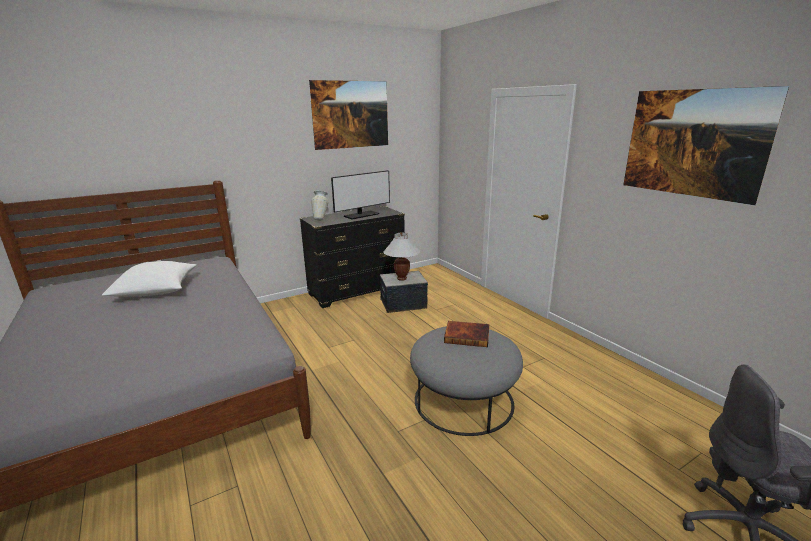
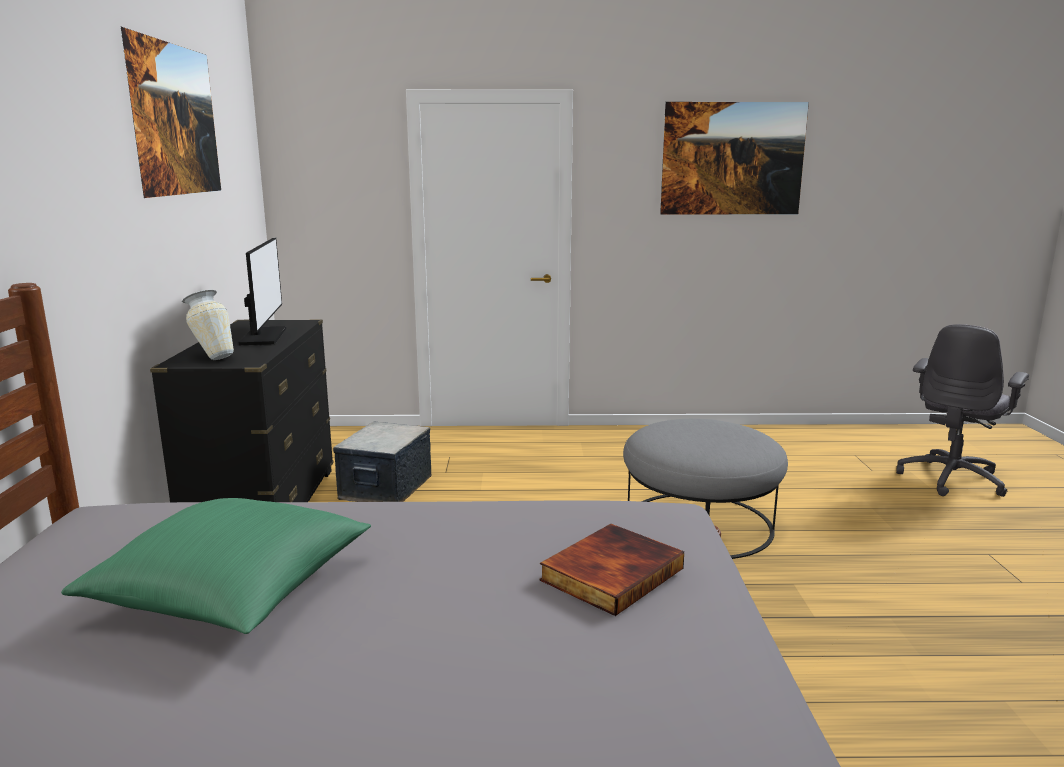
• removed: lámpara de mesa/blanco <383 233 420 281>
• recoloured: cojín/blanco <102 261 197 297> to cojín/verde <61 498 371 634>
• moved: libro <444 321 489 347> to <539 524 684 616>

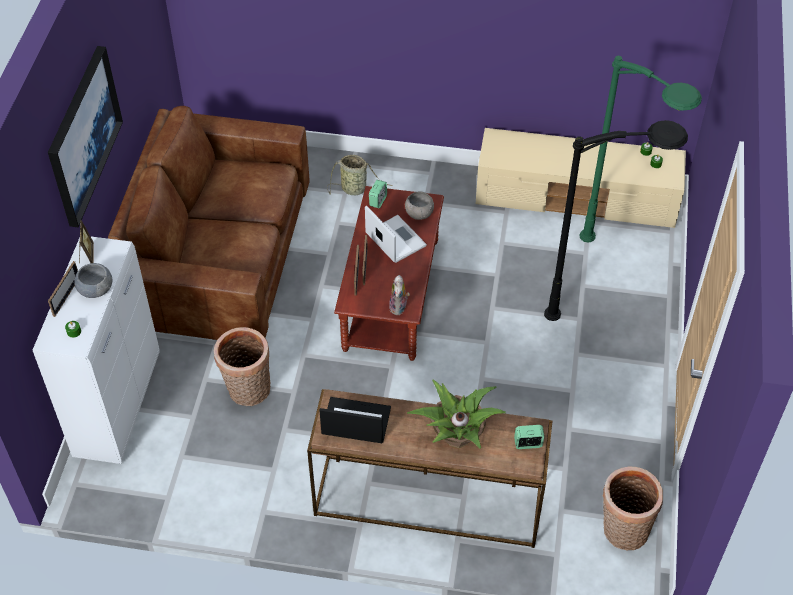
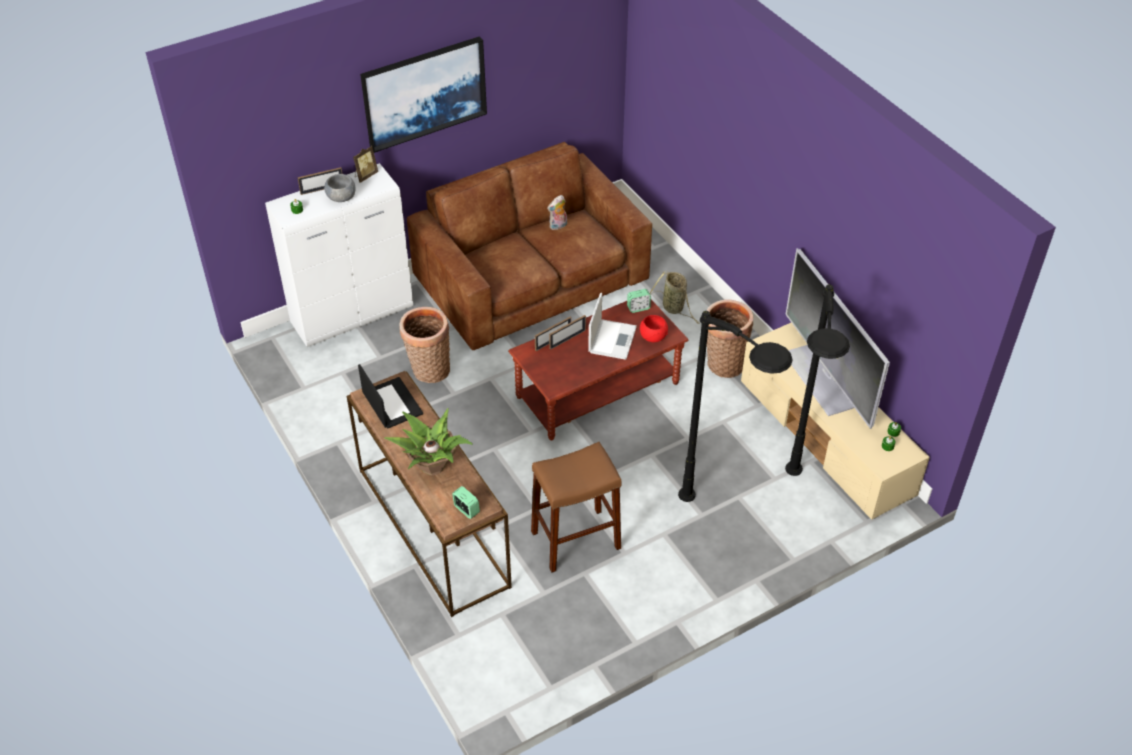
• recoloured: lámpara de pie/verde <579 56 702 242> to lámpara de pie/negro <785 285 850 476>
• recoloured: cuenco/gris <405 192 434 220> to cuenco/rojo <640 315 668 342>
• moved: peluche <389 275 410 315> to <547 195 567 230>
• moved: cesta <603 467 663 550> to <706 299 754 378>
• added: televisor <785 248 890 429>
• added: taburete/marrón <531 442 622 573>

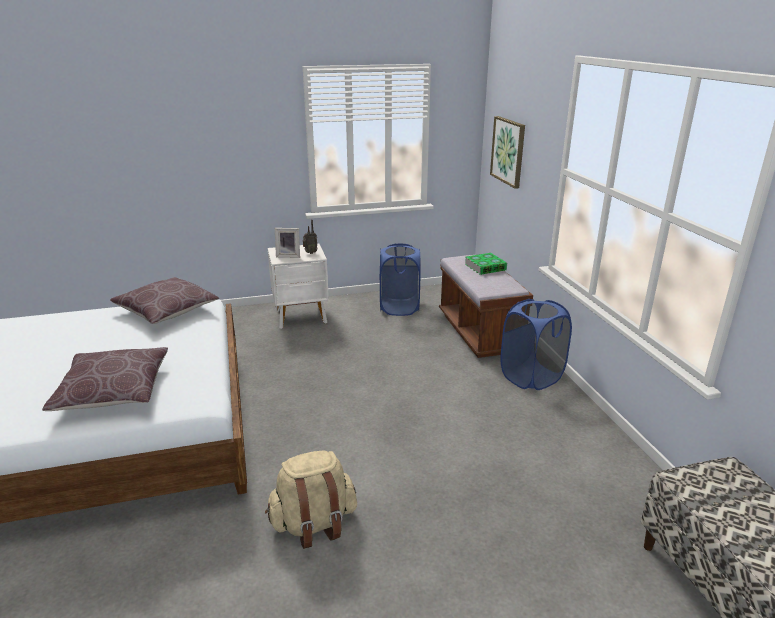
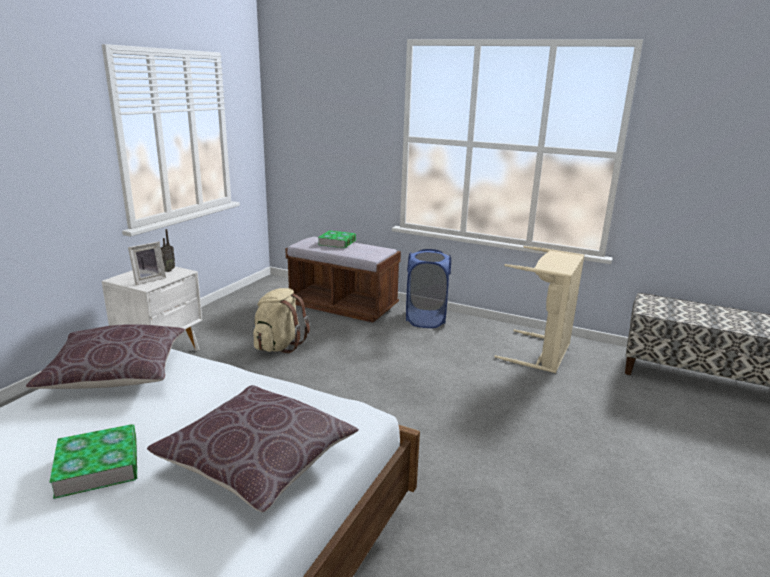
• removed: cuadro <490 116 525 189>
• removed: cesto de la ropa/azul <380 244 420 316>
• moved: mochila/beis <265 451 357 549> to <253 288 310 353>
• added: cesto de la ropa/beis <494 246 584 373>
• added: libro <49 424 137 499>

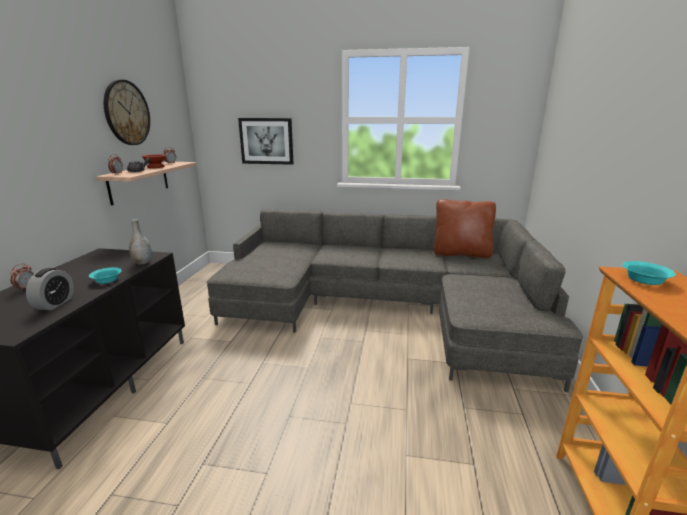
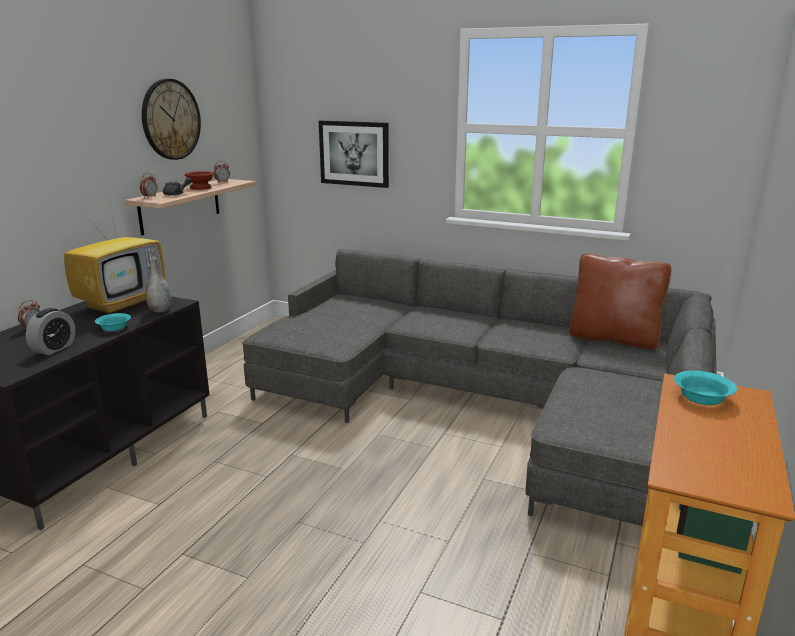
• added: televisor <64 202 165 314>

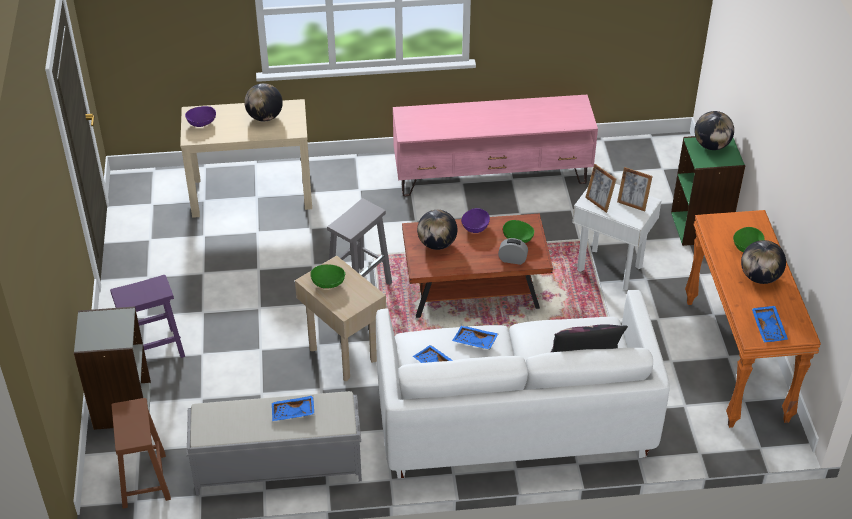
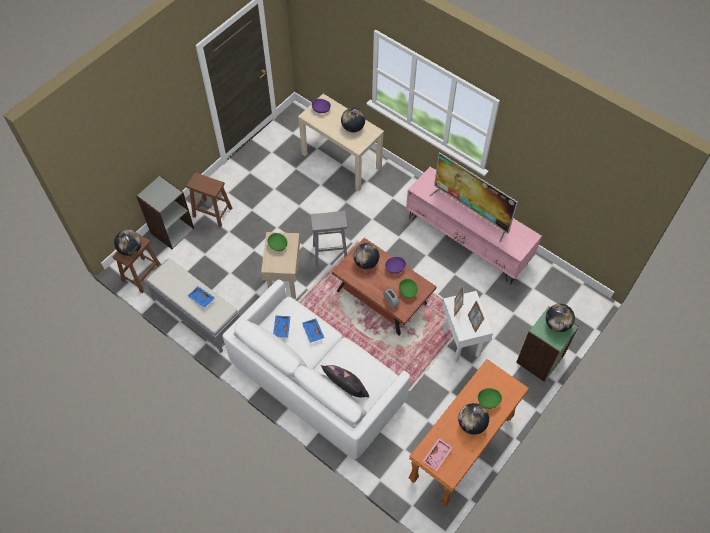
• recoloured: taburete/morado <110 275 185 358> to taburete/marrón <186 172 232 227>
• recoloured: bandeja/azul <751 306 788 342> to bandeja/rosa <423 438 453 471>
• added: televisor <429 152 518 243>
• added: globo terráqueo <114 230 141 256>

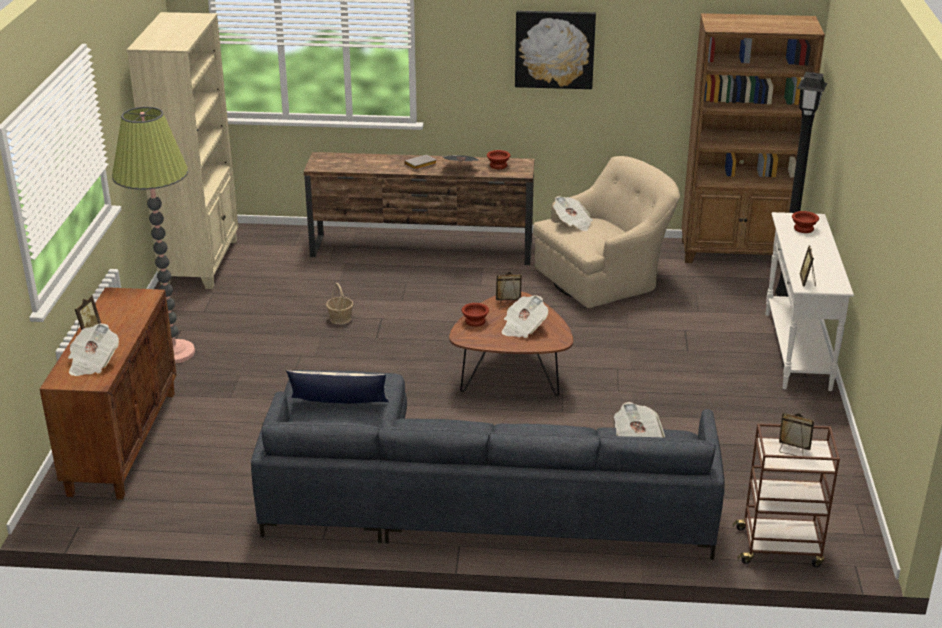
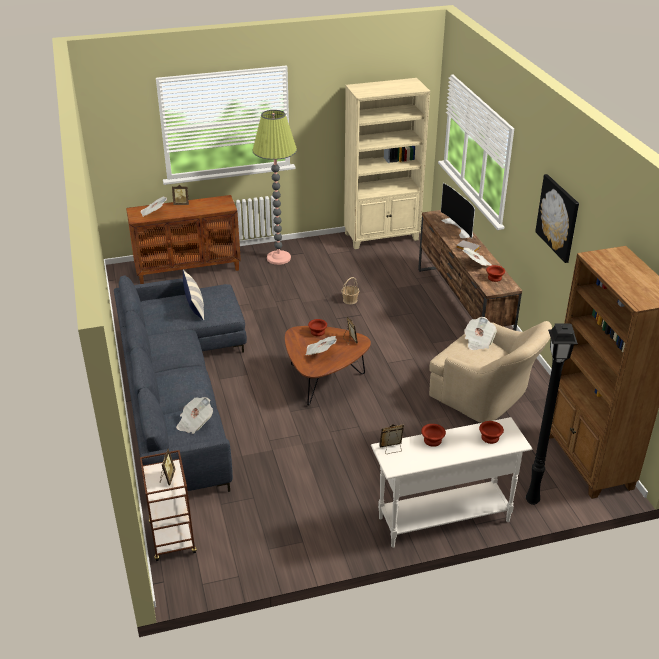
• added: televisor <441 183 475 239>
• added: cuenco/marrón <421 424 446 447>

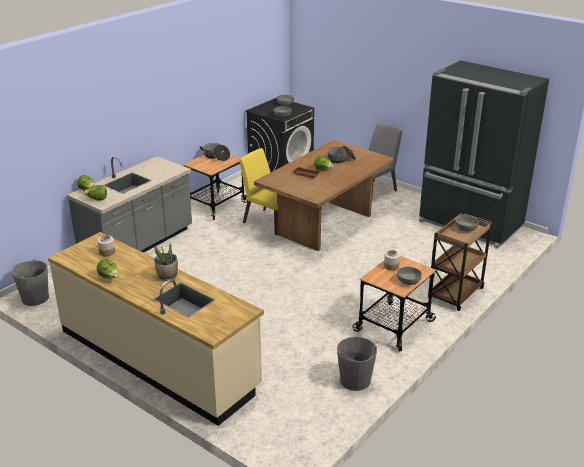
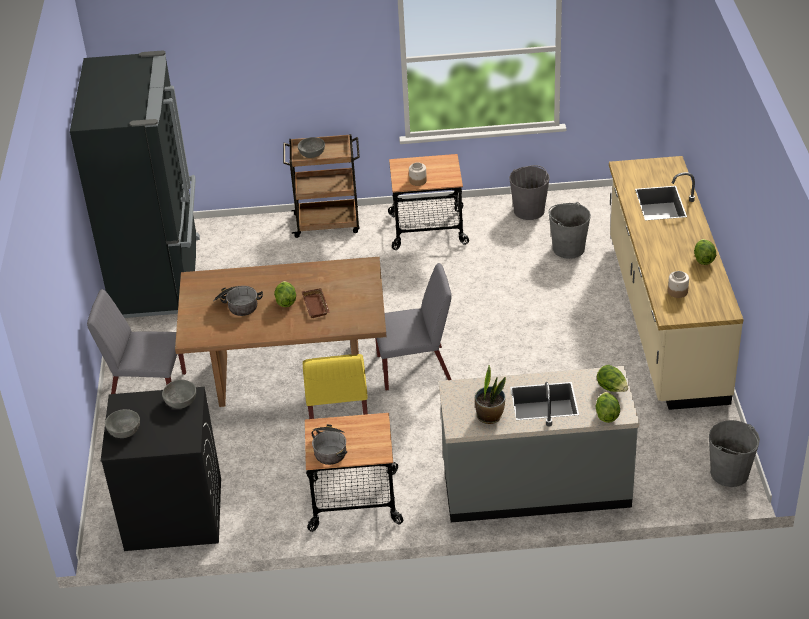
• moved: planta en maceta <154 243 178 281> to <475 365 506 424>
• removed: cuenco/gris <397 267 422 285>
• added: cubo/gris <548 202 591 259>
• added: silla/gris <375 263 452 391>

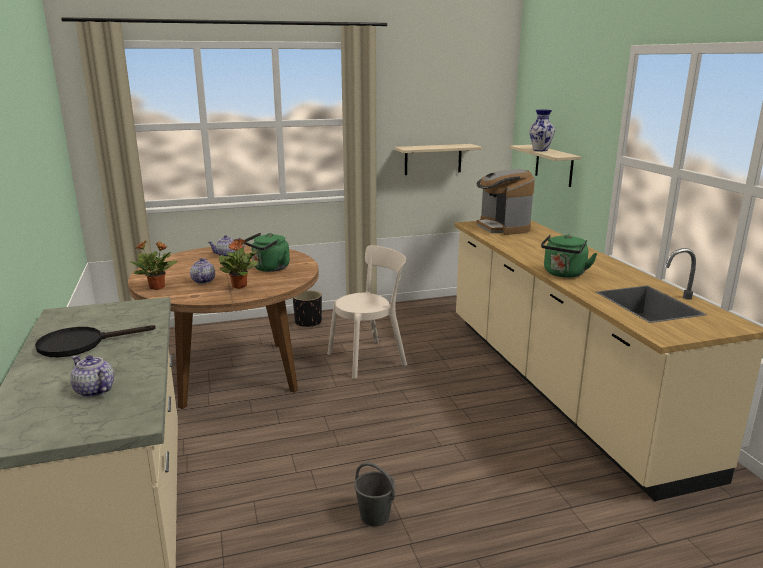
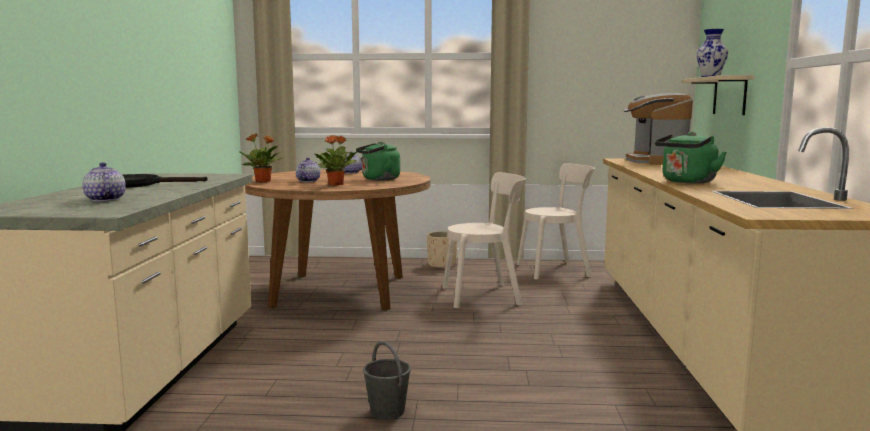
• removed: estante/beis <395 144 482 175>
• recoloured: maceta/negro <293 290 322 327> to maceta/beis <427 231 457 269>
• added: silla/beis <517 163 595 280>

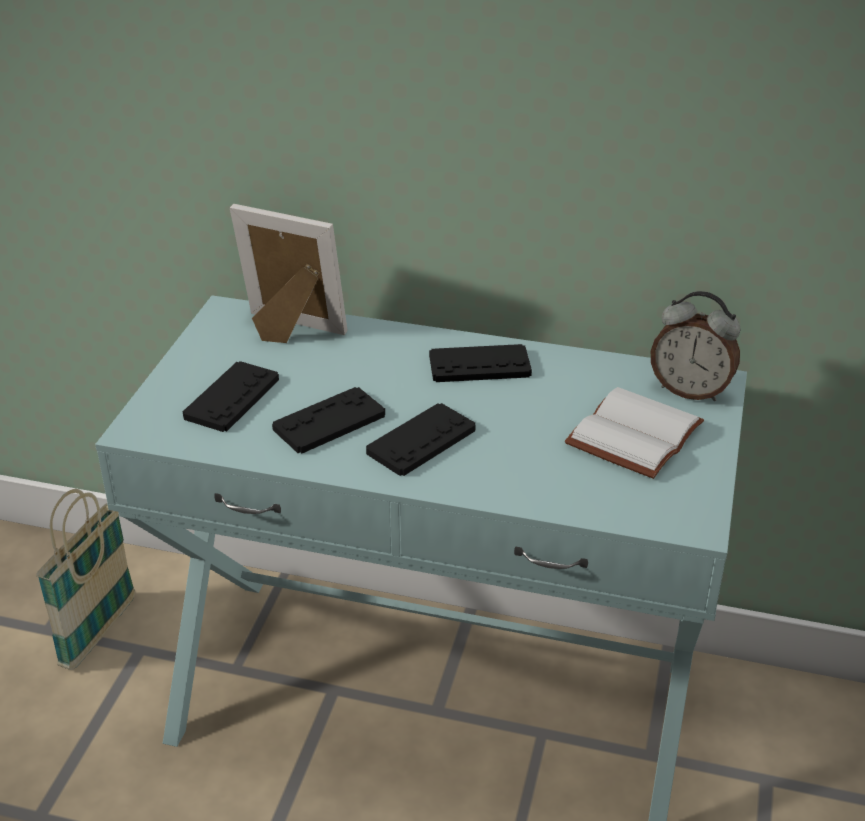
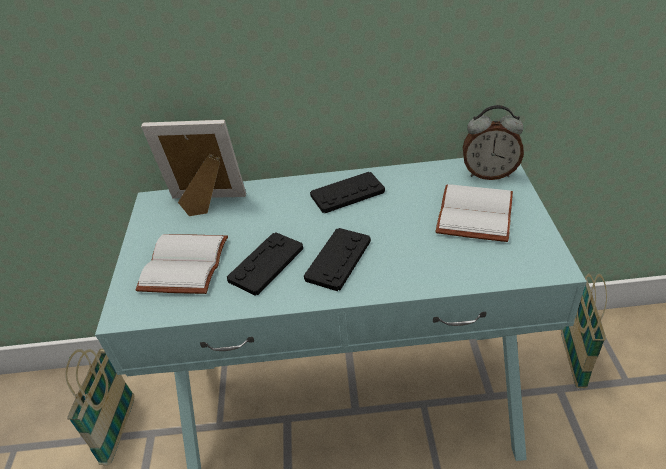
• replaced: mando de consola/negro <183 361 279 432> to libro/blanco <136 234 228 294>
• added: cesta <561 274 607 388>

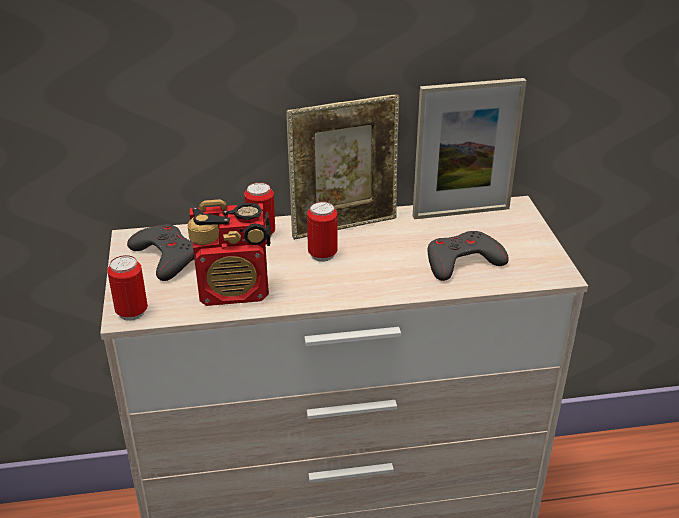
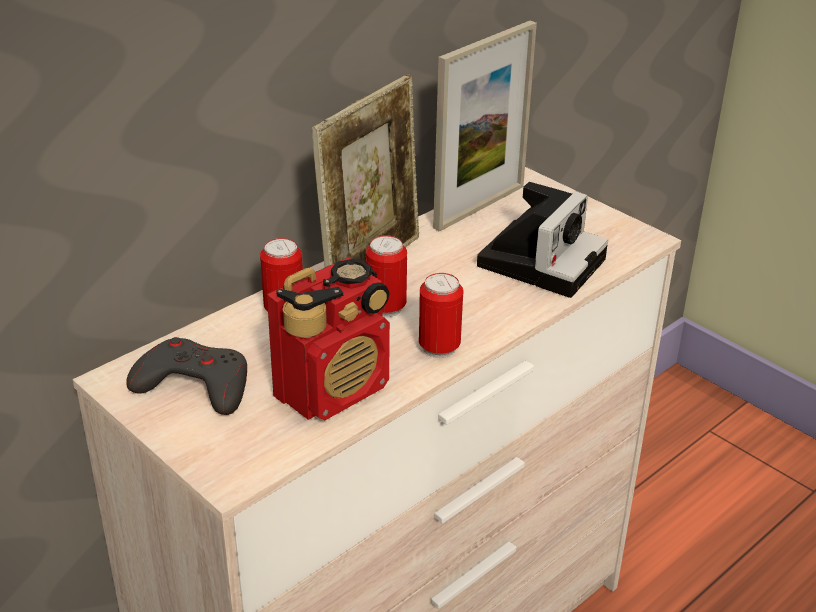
• replaced: mando de consola/gris <428 231 509 281> to cámara <477 182 608 298>
• moved: lata <107 255 148 321> to <419 273 463 358>

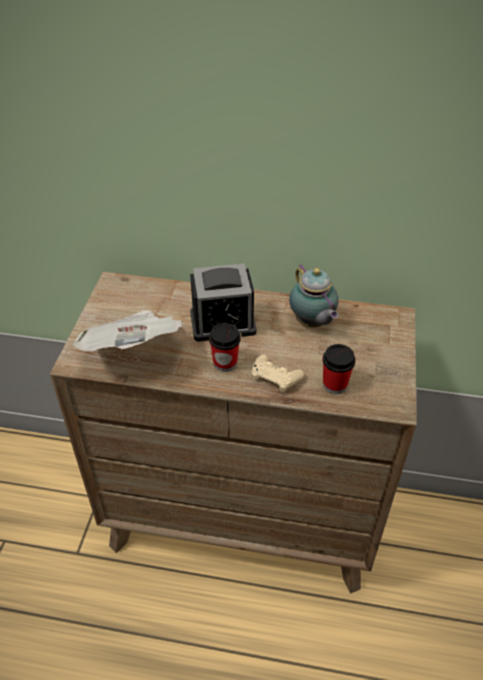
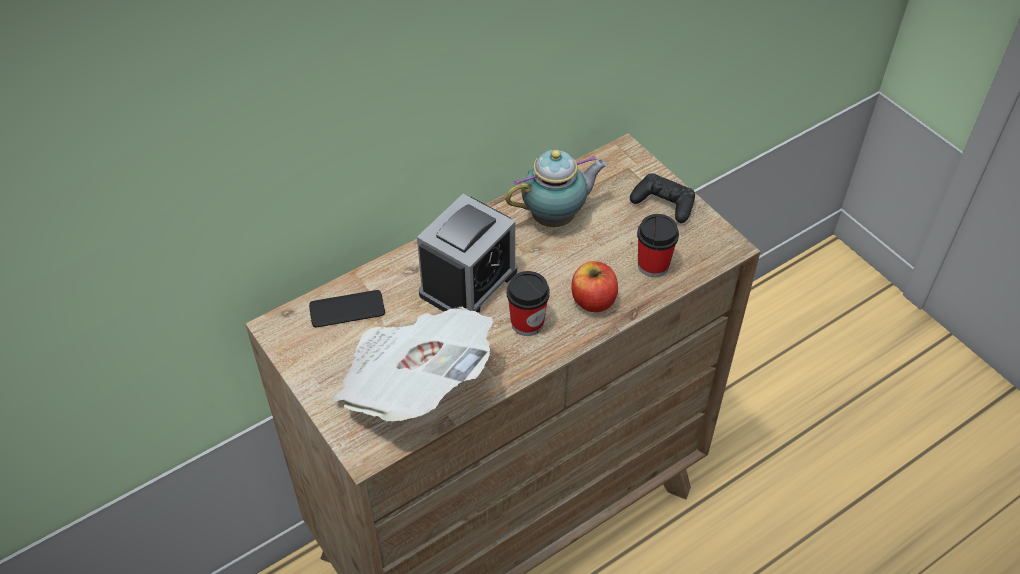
• turned: tetera <289 264 339 327> = <506 150 607 227> 45 degrees counterclockwise
• replaced: mando de consola/beis <252 355 304 393> to manzana <571 261 618 312>
• added: mando de consola/negro <630 173 695 223>
• added: móvil <309 290 385 327>

